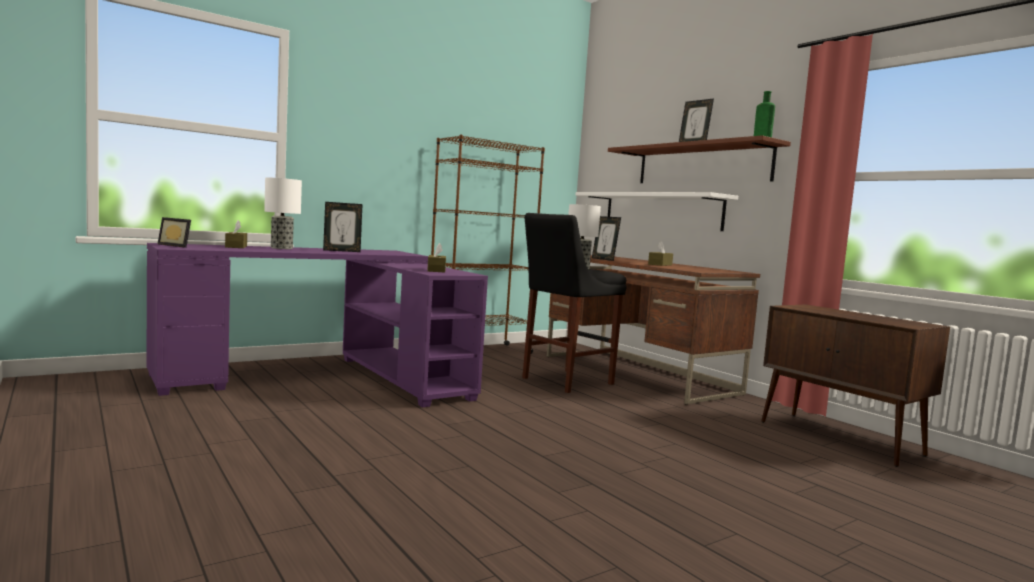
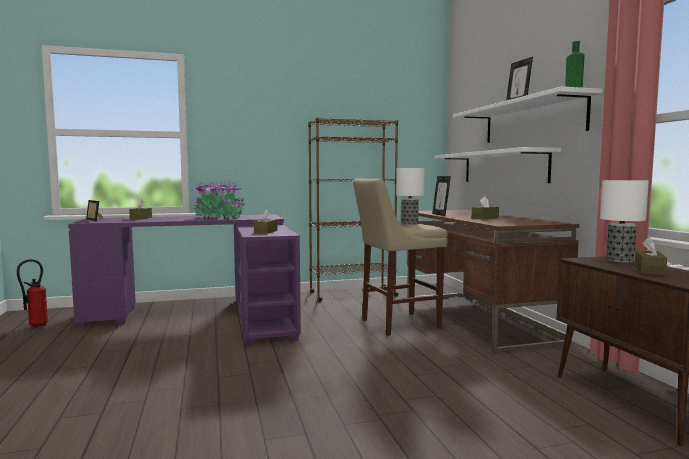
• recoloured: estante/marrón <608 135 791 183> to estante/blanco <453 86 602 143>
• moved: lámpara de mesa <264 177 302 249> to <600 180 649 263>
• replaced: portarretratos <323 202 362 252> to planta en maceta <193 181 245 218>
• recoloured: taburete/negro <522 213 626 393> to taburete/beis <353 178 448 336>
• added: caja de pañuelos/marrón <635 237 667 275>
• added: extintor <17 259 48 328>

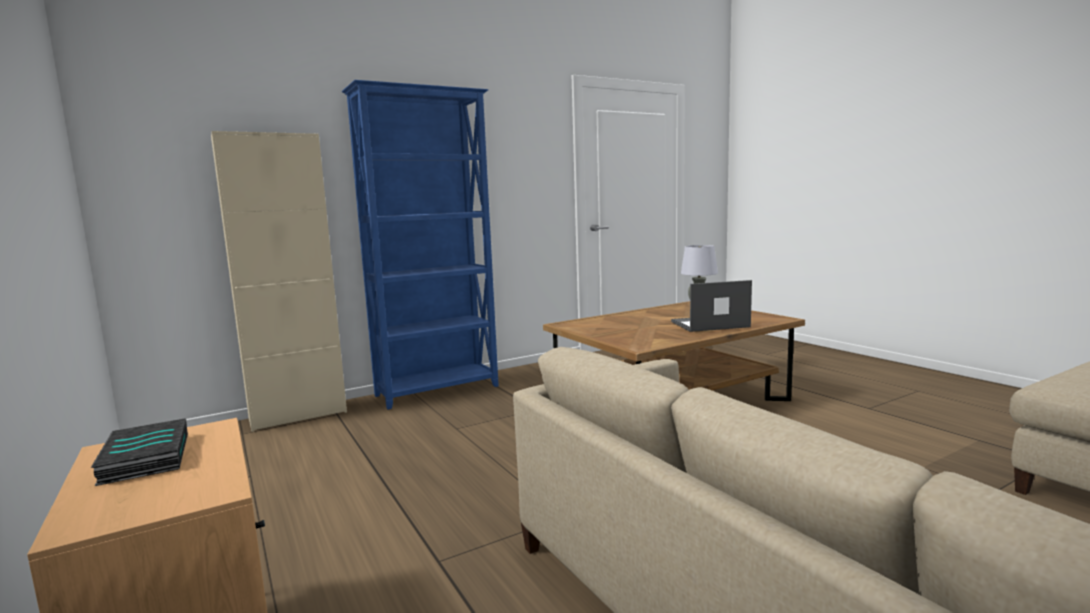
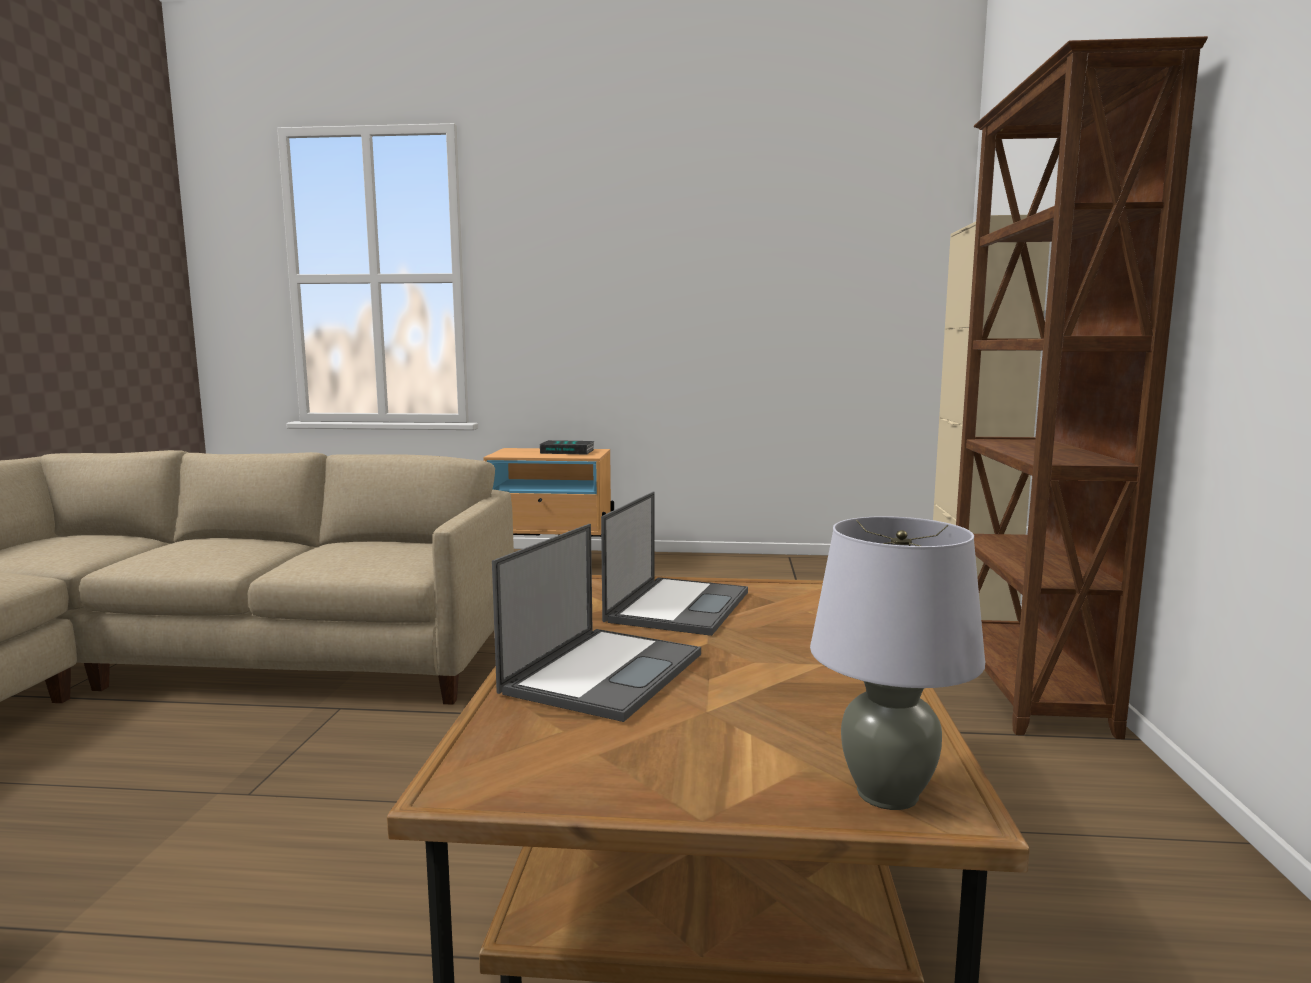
• recoloured: estantería/azul <342 80 499 409> to estantería/marrón <956 36 1208 739>
• added: portátil <601 492 748 636>

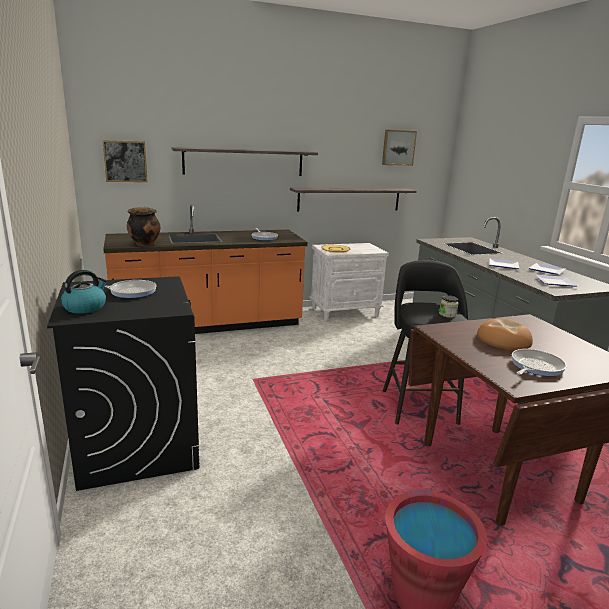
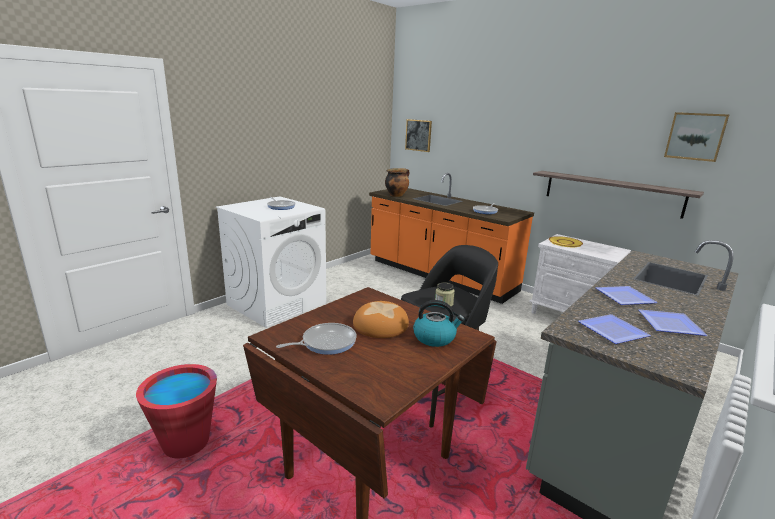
• removed: estante <171 147 318 176>
• moved: hervidor <61 270 108 314> to <413 300 465 347>
• recoloured: lavadora/negro <47 276 200 491> to lavadora/blanco <216 196 326 328>
• turned: sartén <512 349 567 376> = <276 323 357 355> 45 degrees counterclockwise

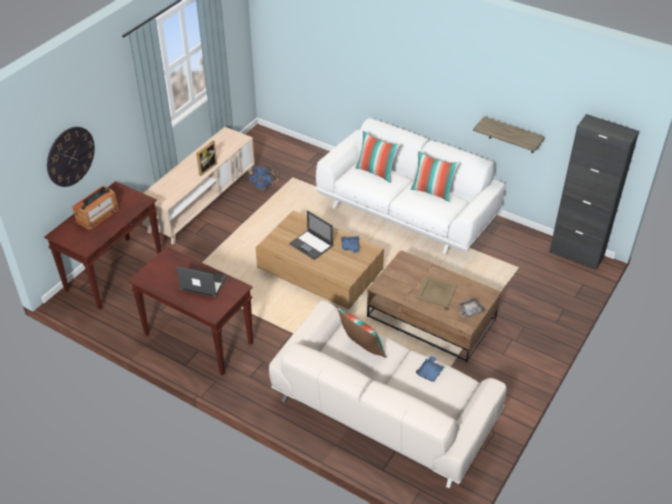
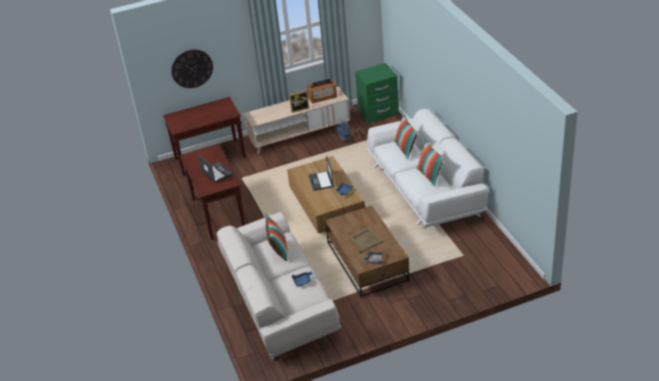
• removed: armario/negro <549 114 639 271>
• removed: estante <473 116 545 153>
• moved: radio <72 185 119 230> to <307 79 337 103>
• added: mesita de noche/verde <355 63 399 123>

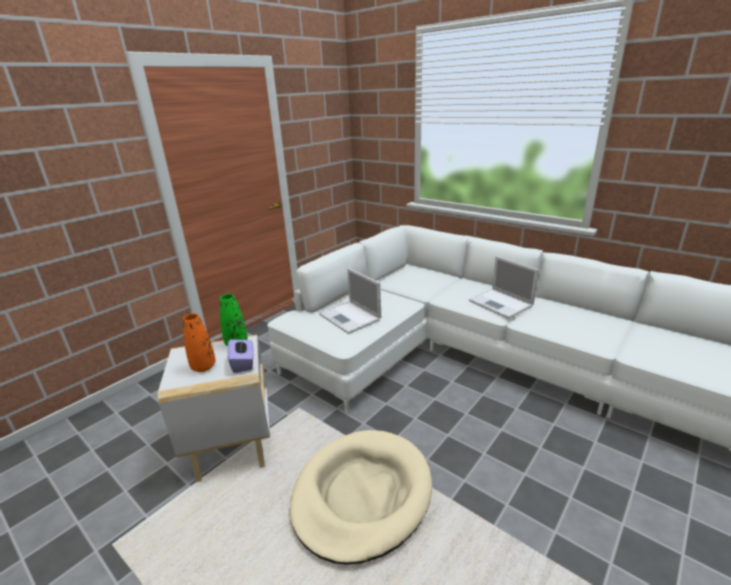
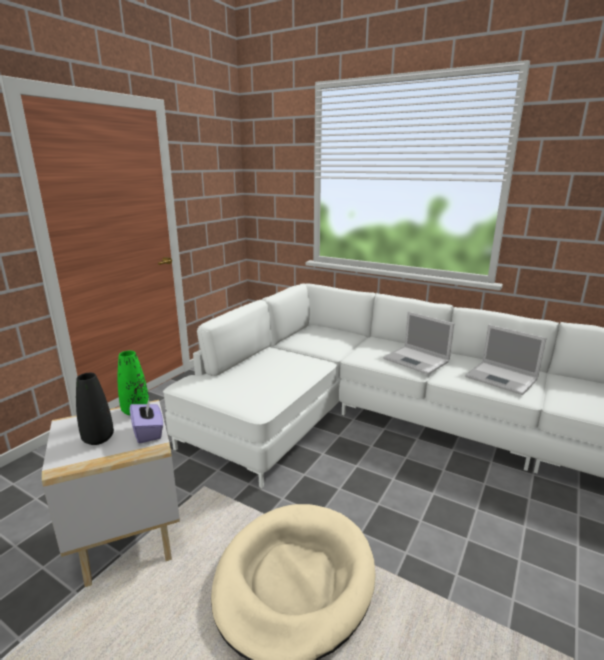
• moved: portátil <319 268 381 334> to <465 324 547 395>
• recoloured: florero/naranja <183 313 216 372> to florero/negro <76 373 114 445>

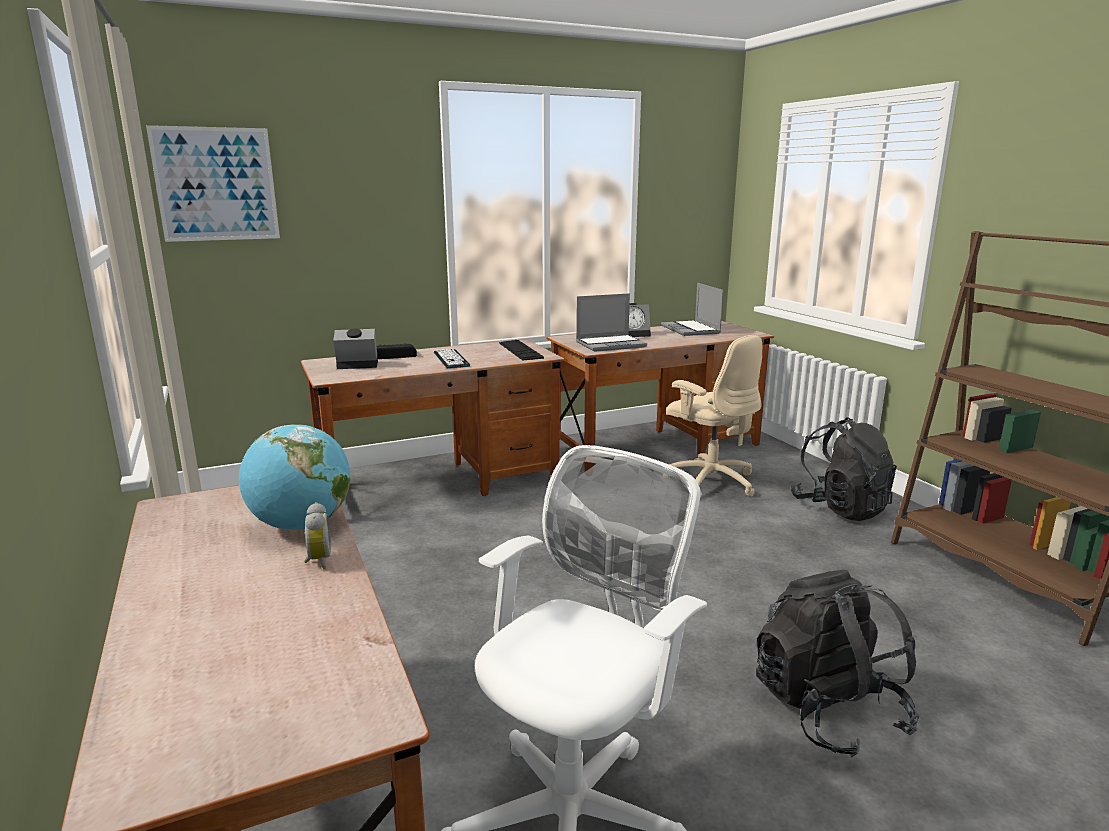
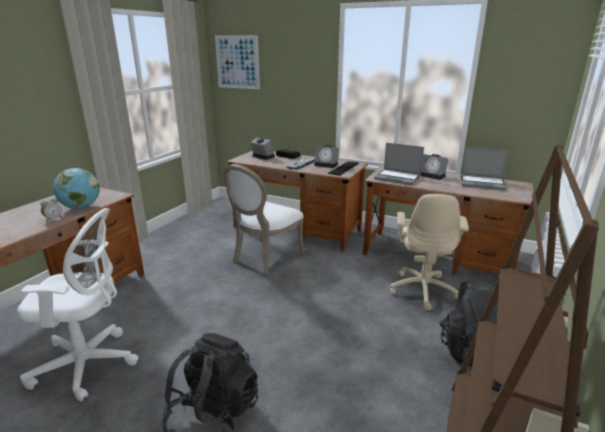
• turned: portátil <661 283 724 336> = <461 147 509 190> 105 degrees counterclockwise
• added: despertador <314 145 339 168>
• added: silla/blanco <223 164 304 274>

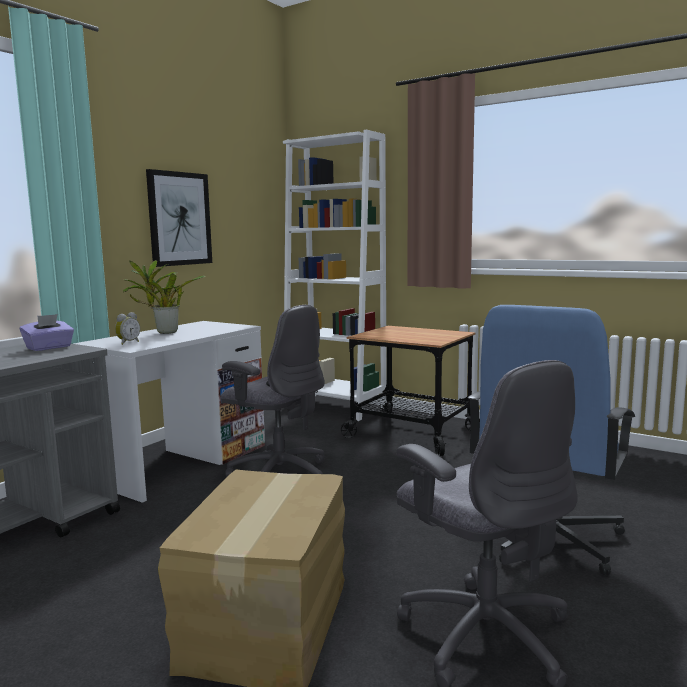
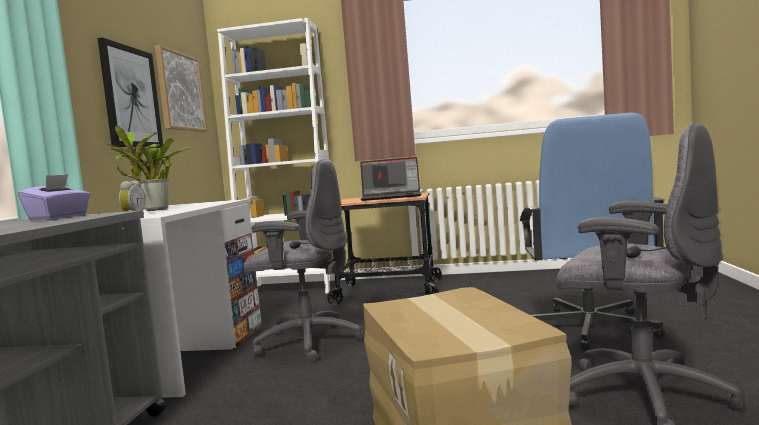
• added: cuadro <155 45 207 132>
• added: portátil <360 157 421 201>

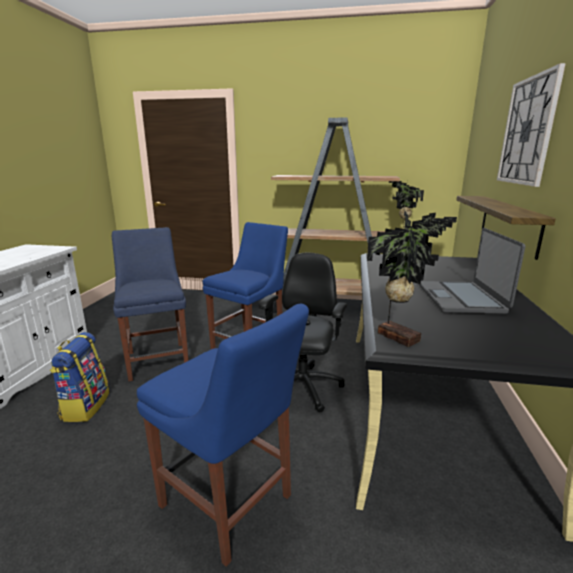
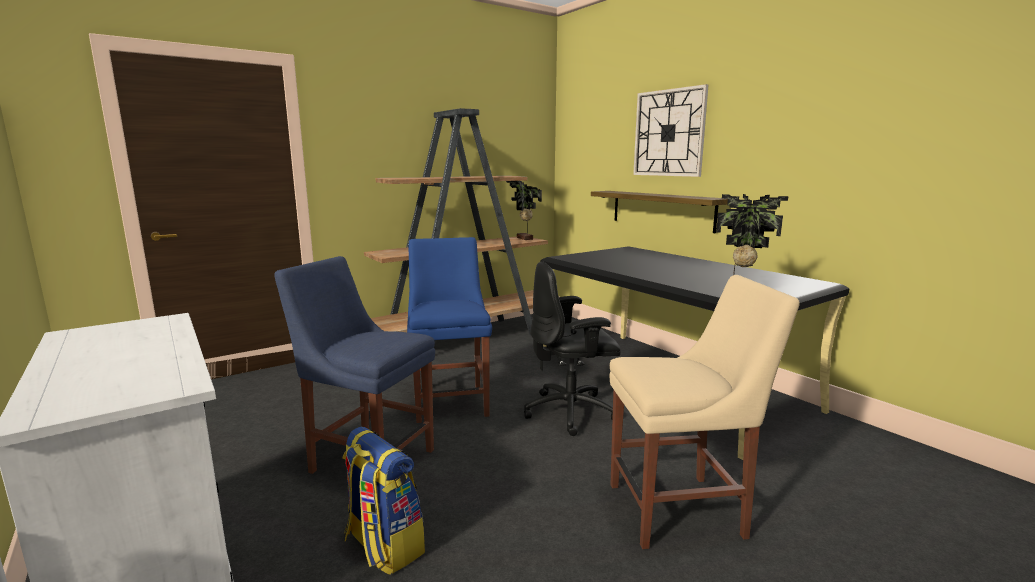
• removed: portátil <419 228 525 314>
• turned: silla de oficina/negro <259 253 347 412> = <524 261 621 436> 75 degrees counterclockwise
• recoloured: silla/azul <137 304 309 567> to silla/beis <610 275 800 549>

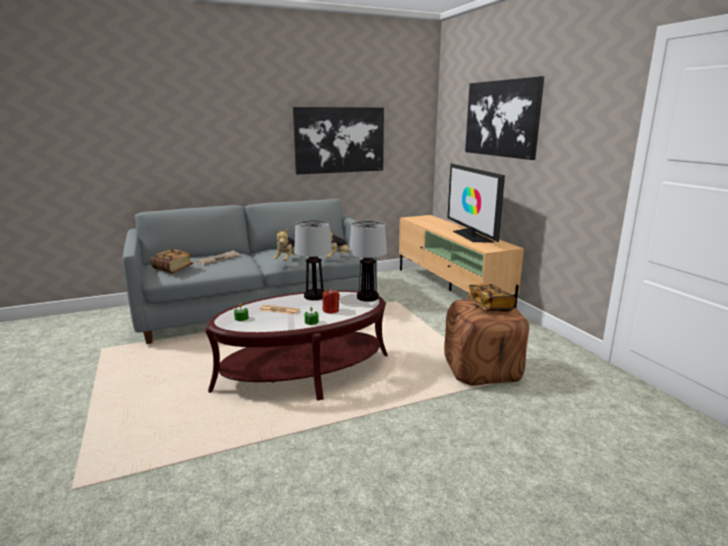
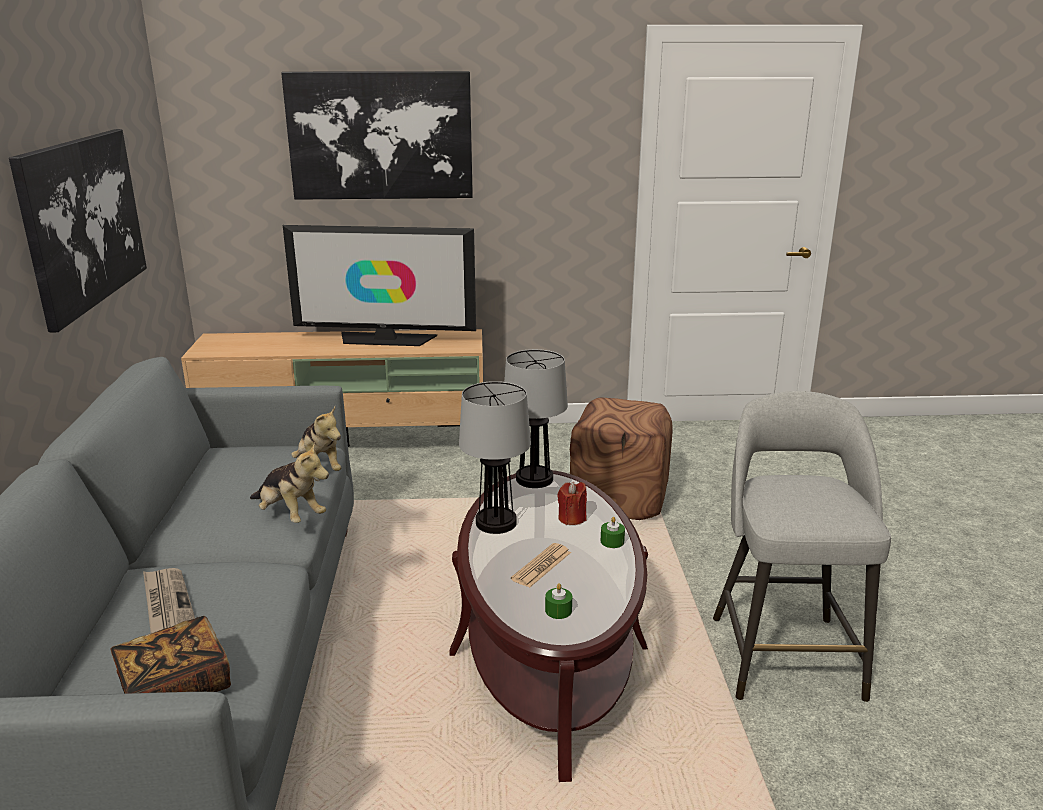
• removed: libro <467 284 516 312>
• added: taburete/gris <713 391 891 702>

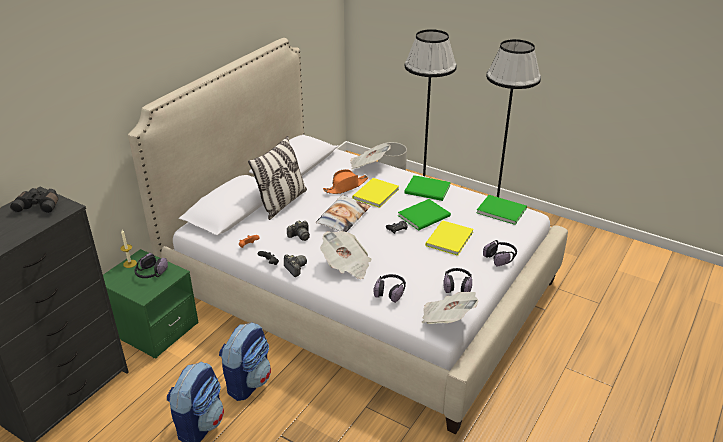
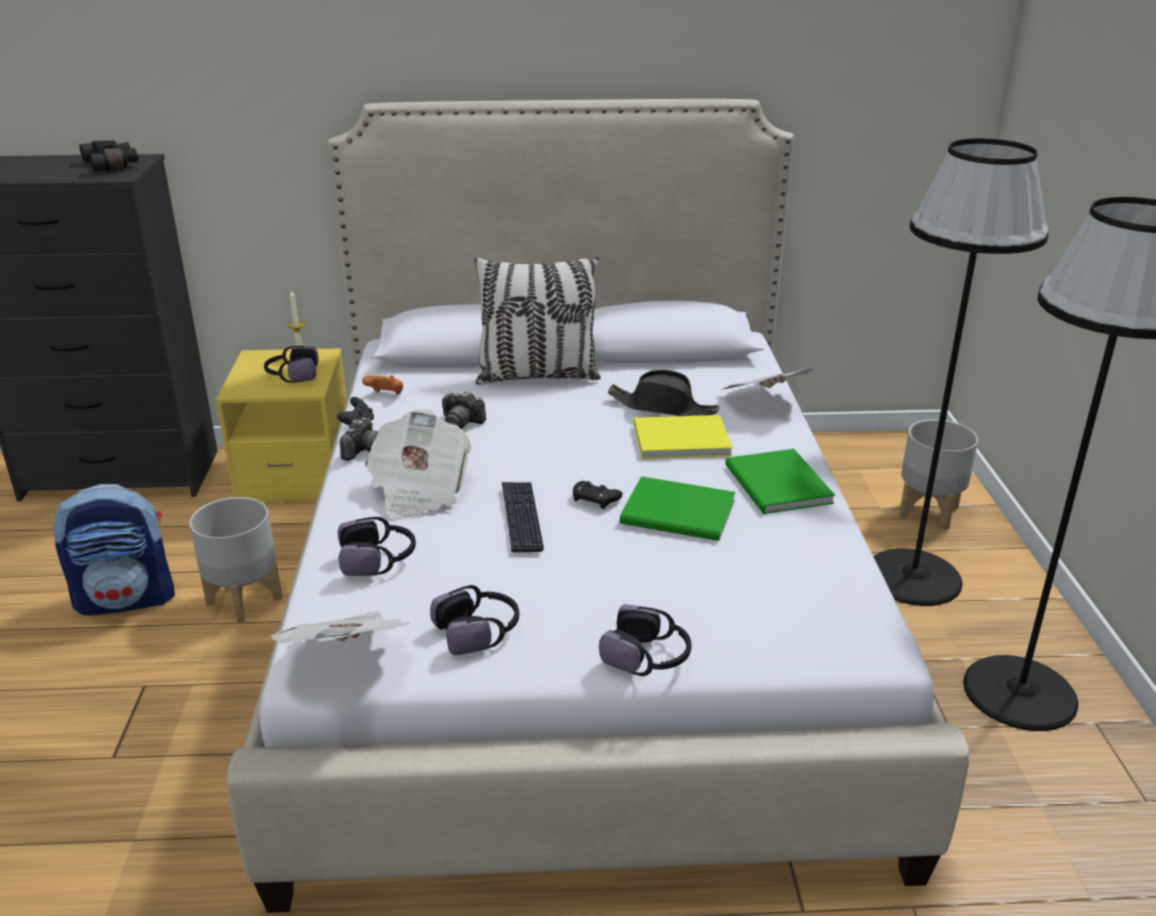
• recoloured: sombrero/naranja <323 169 368 194> to sombrero/negro <608 370 719 416>
• removed: cojín <316 194 370 232>
• removed: libro/verde <477 195 527 225>
• removed: libro/amarillo <425 220 473 256>
• recoloured: mesita de noche/verde <103 249 199 359> to mesita de noche/amarillo <216 348 347 502>
• replaced: mochila <219 322 271 401> to maceta/gris <189 497 282 624>
• added: teclado <502 482 544 552>

